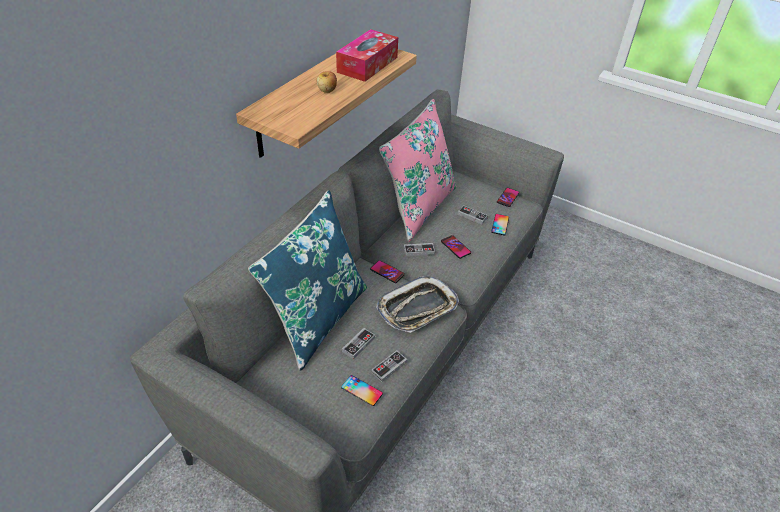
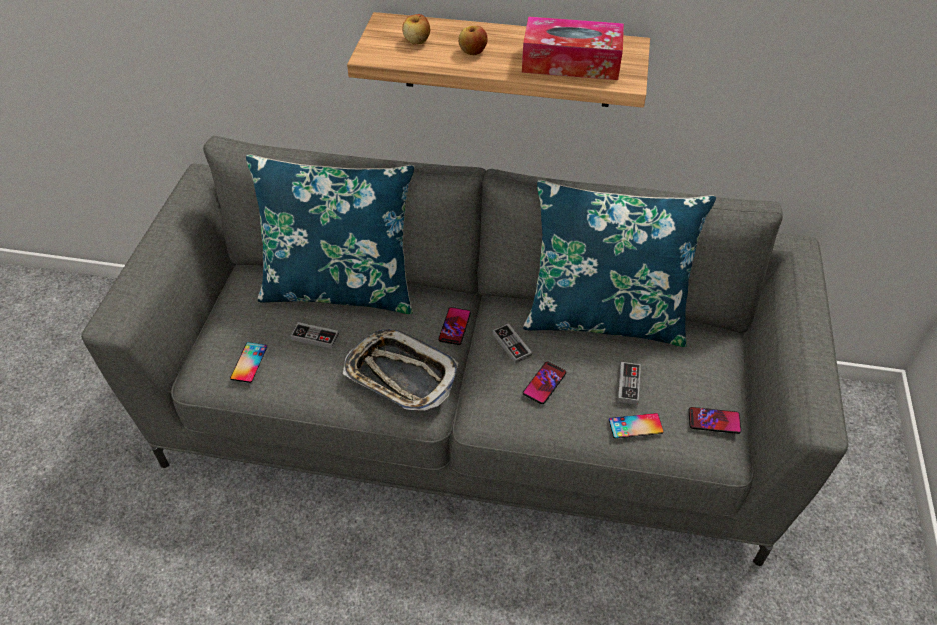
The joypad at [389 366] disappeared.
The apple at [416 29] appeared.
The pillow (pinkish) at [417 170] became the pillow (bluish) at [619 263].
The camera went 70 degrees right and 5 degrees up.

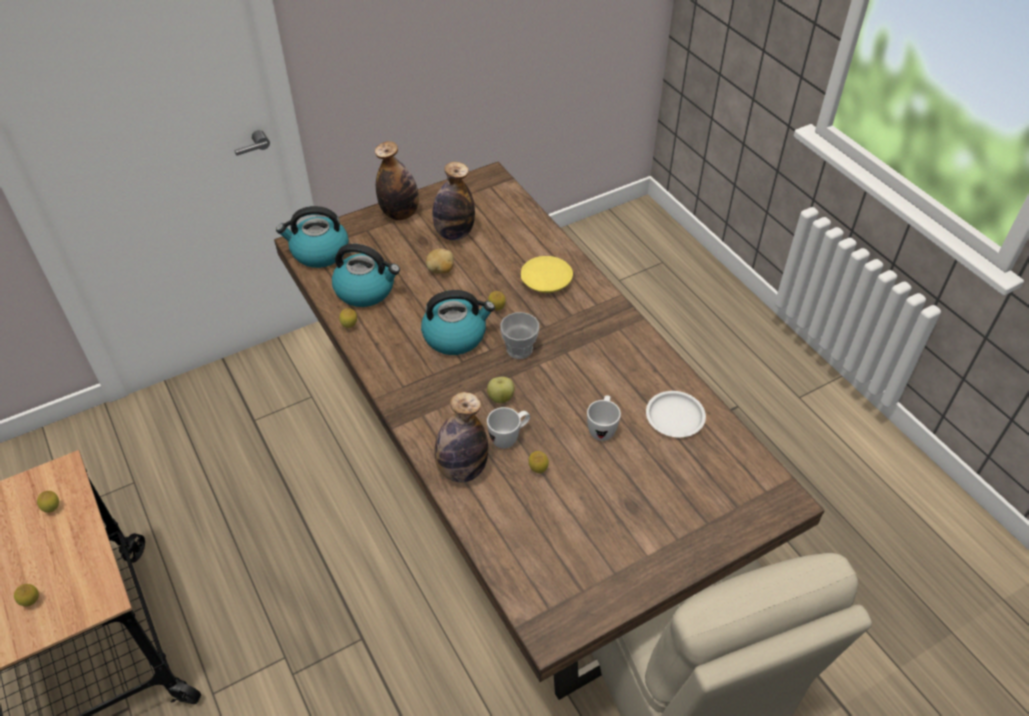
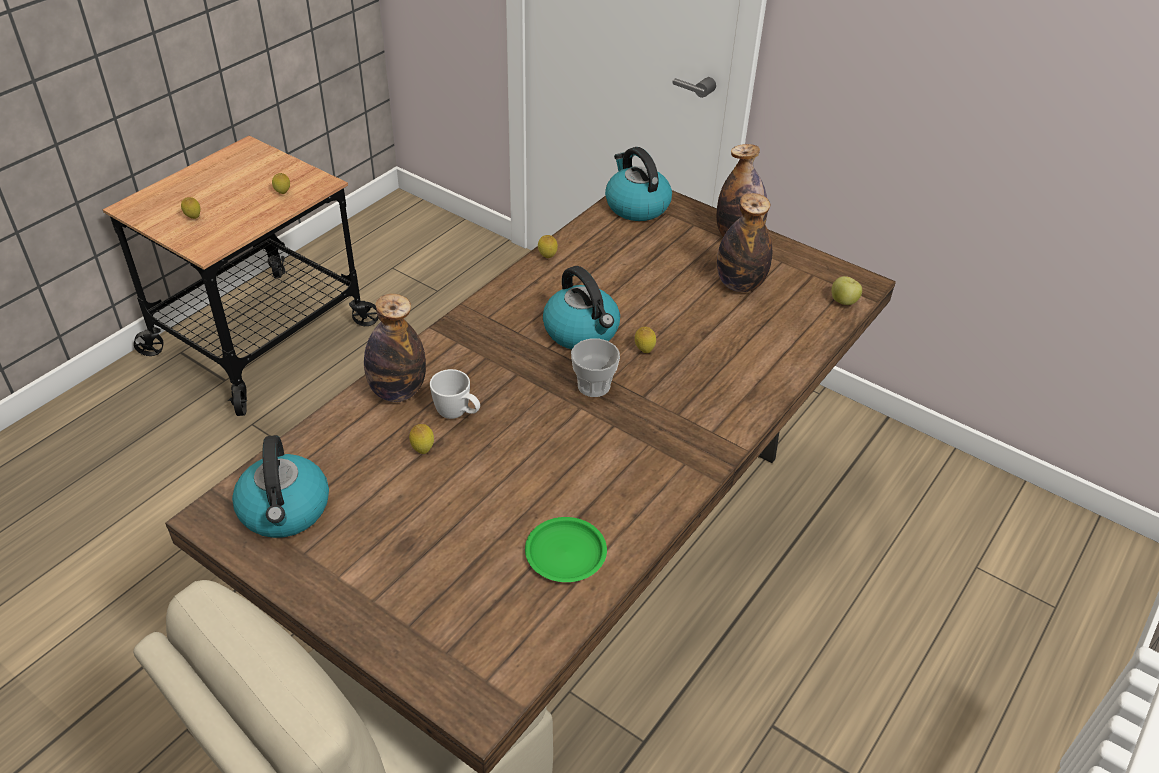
The spud at [440 261] disappeared.
The dinner plate (yellow-coloured) at [547 274] disappeared.
The coffee mug (white-coloured) at [604 418] disappeared.
The tea kettle moved from [366 275] to [280 486].
The apple moved from [500 390] to [847 290].
The dinner plate (white-coloured) at [676 414] became the dinner plate (green) at [566 549].
The camera went 65 degrees right and 5 degrees down.

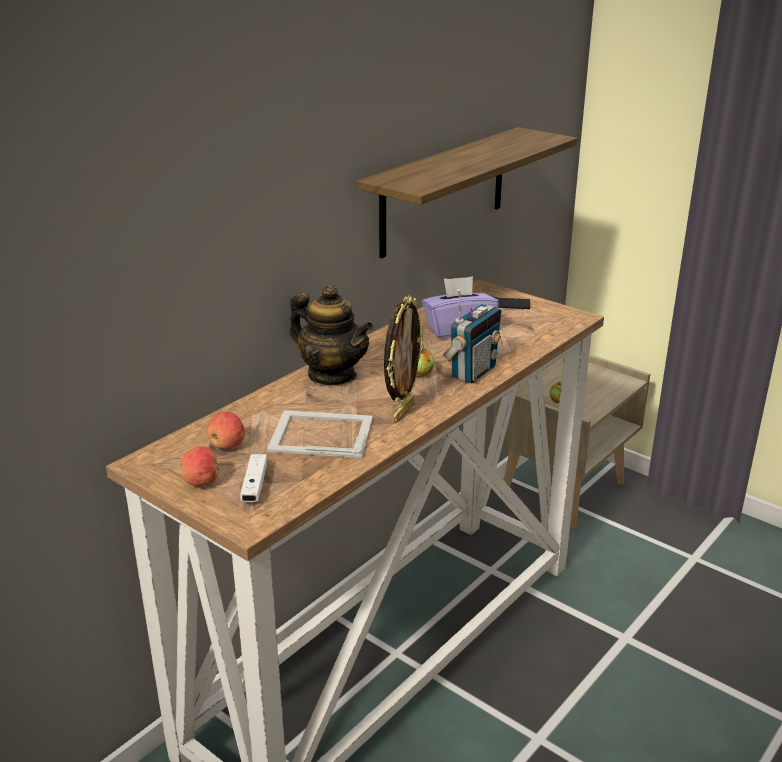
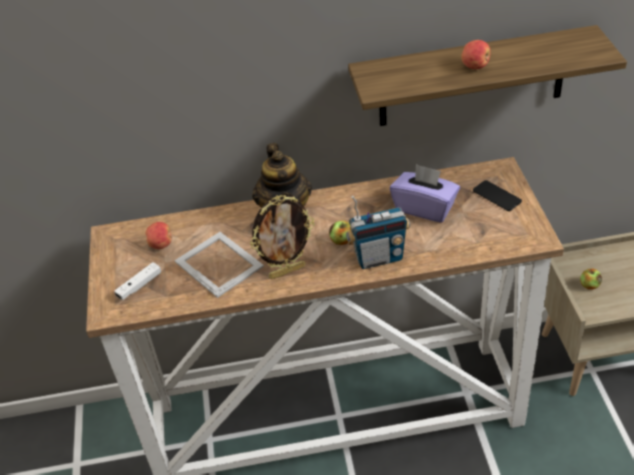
The apple moved from [199 466] to [476 54].
The camera went 45 degrees right and 15 degrees up.

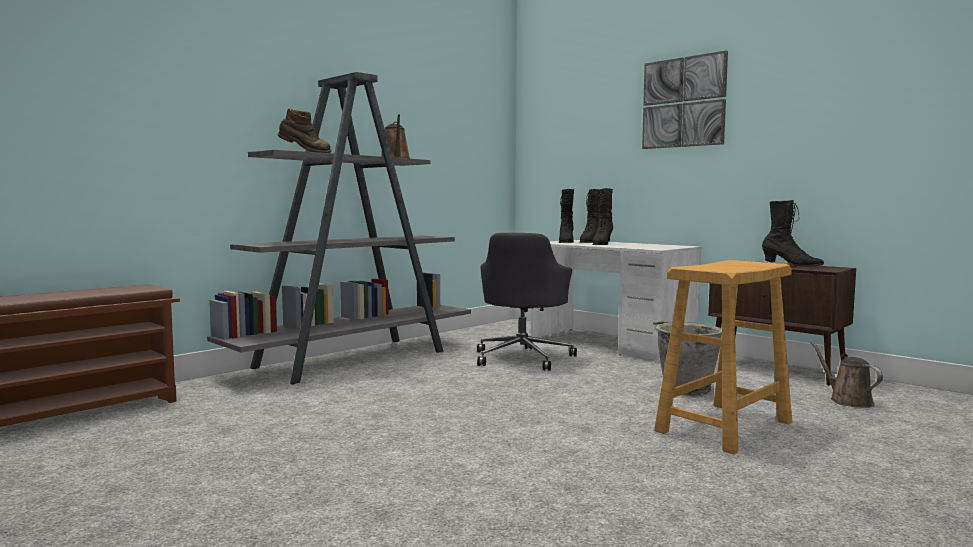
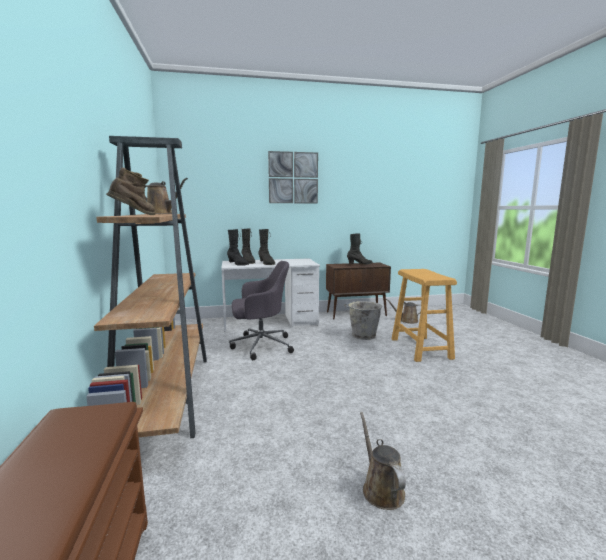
The watering can (brownish) at [383 461] appeared.
The bookshelf (greyish) at [339 228] became the bookshelf (brownish) at [146 287].
The computer chair (greyish) at [527 302] turned 60 degrees counterclockwise.
The camera went 55 degrees left and 5 degrees up.

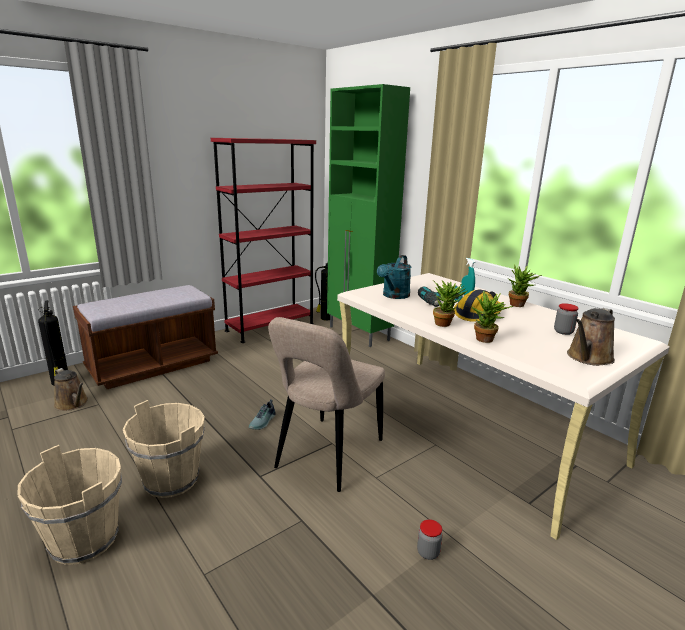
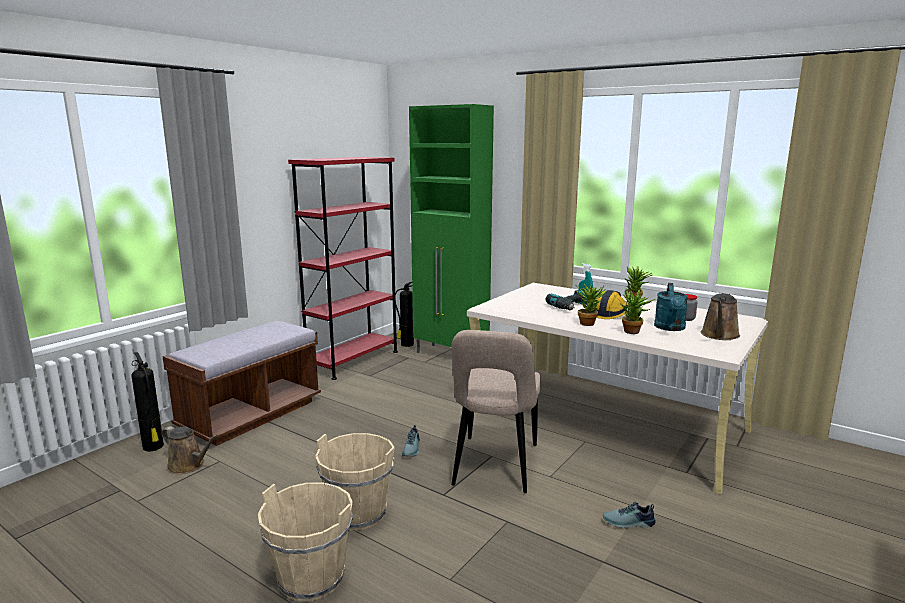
The watering can (blue-green) moved from [394 277] to [671 307].
The jar at [429 539] was replaced by the shoe at [629 514].
The camera went 15 degrees left and 5 degrees down.

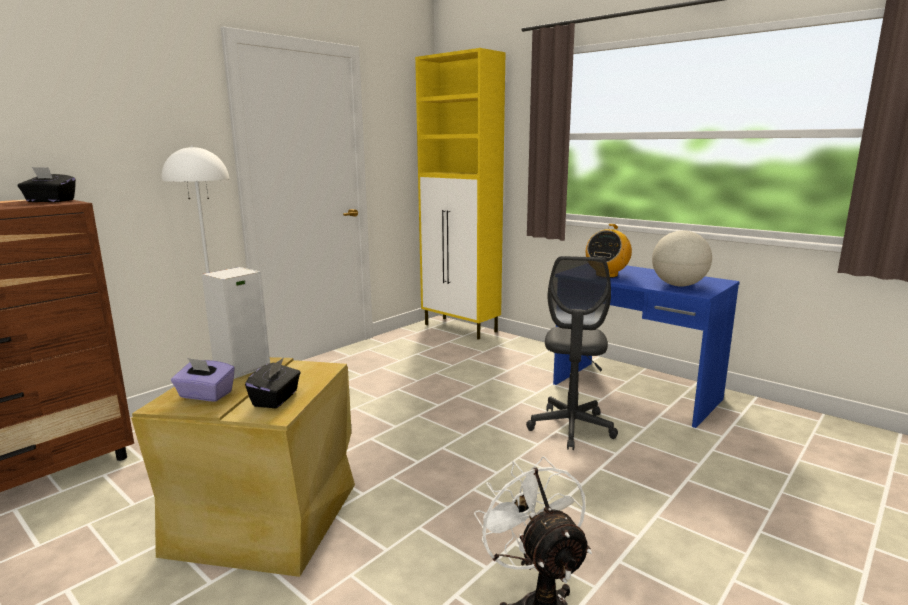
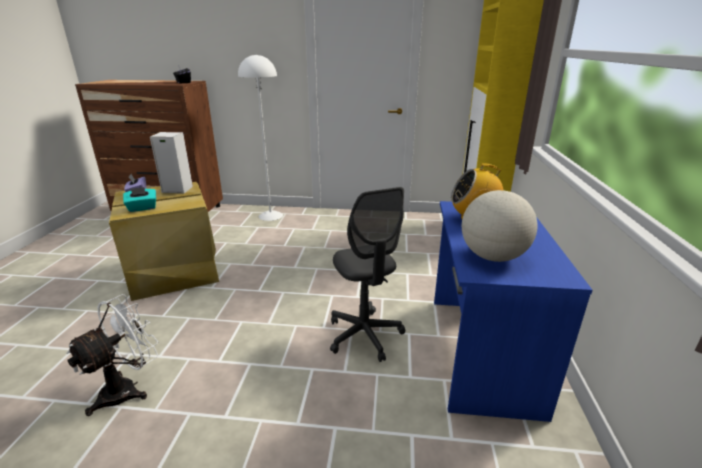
The tissue holder (blackish) at [273 383] became the tissue holder (blue-green) at [139 199].
The computer chair (greyish) at [572 353] turned 90 degrees counterclockwise.
The camera went 55 degrees right and 10 degrees up.

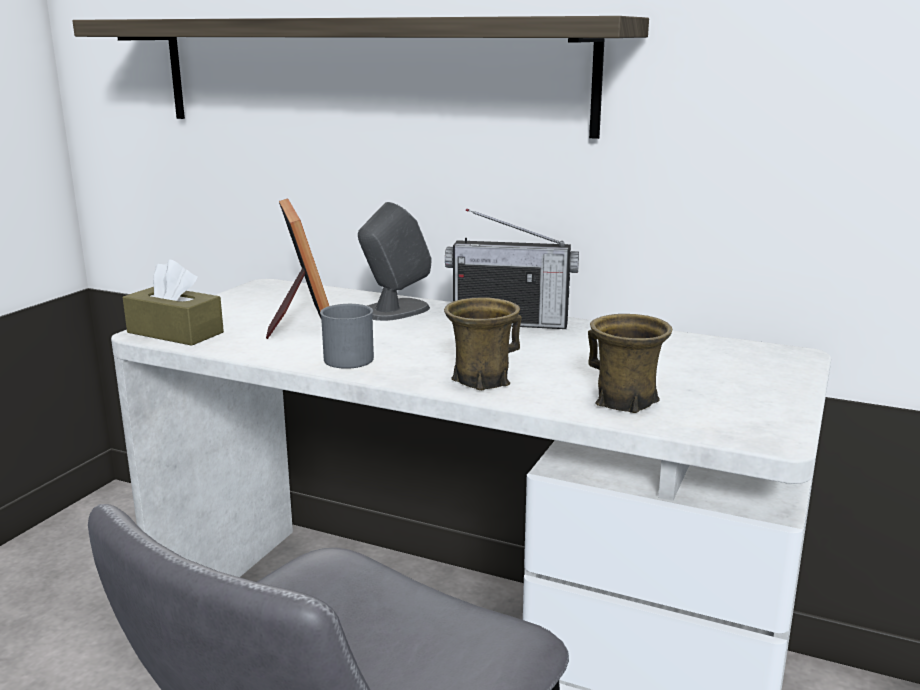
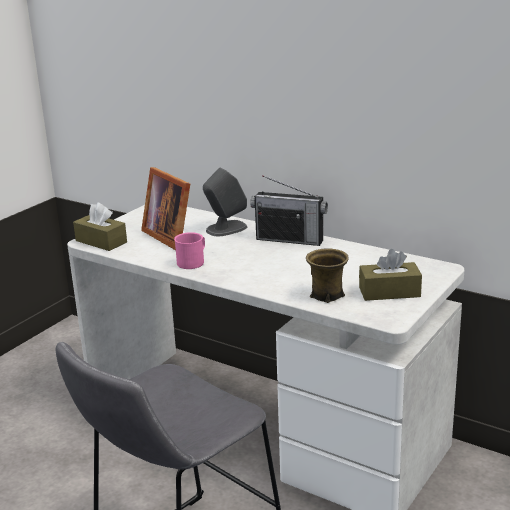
The wall shelf at [361 77] disappeared.
The coffee mug (brownish) at [482 343] disappeared.
The tissue holder (brownish) at [390 275] appeared.
The coffee mug (greyish) at [347 336] became the coffee mug (pinkish) at [189 250].
The picture frame at [297 268] turned 150 degrees clockwise.
The camera went 10 degrees right and 5 degrees up.

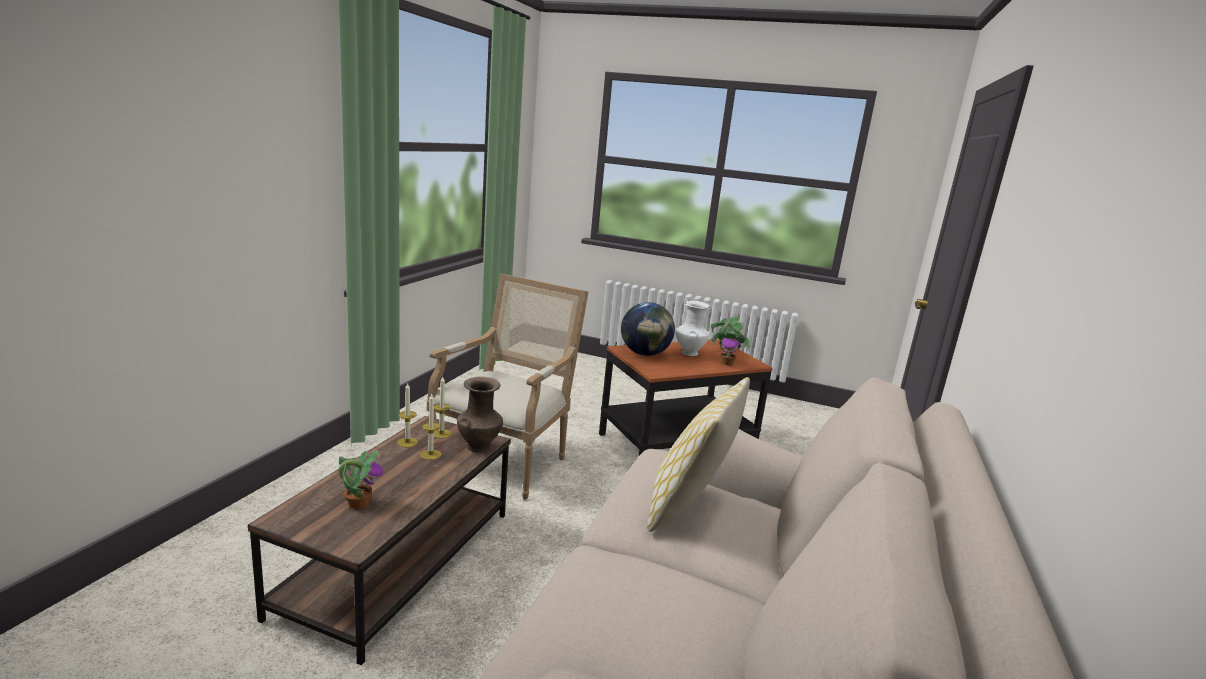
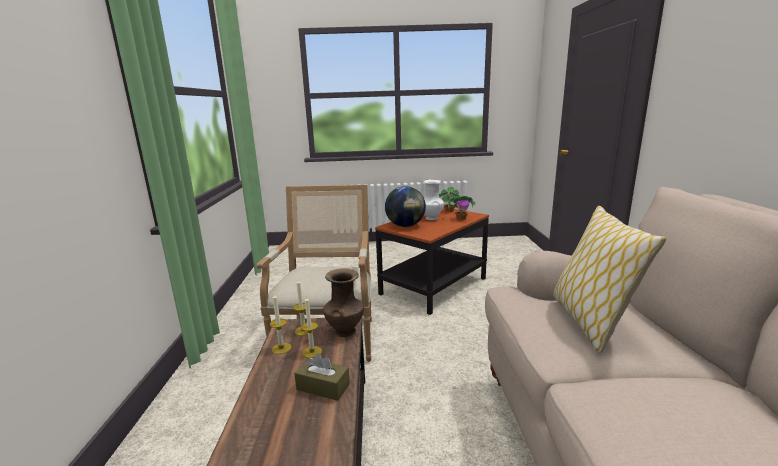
The potted plant at [360 479] disappeared.
The tissue holder (brownish) at [322 377] appeared.
The camera went 20 degrees left and 0 degrees up.

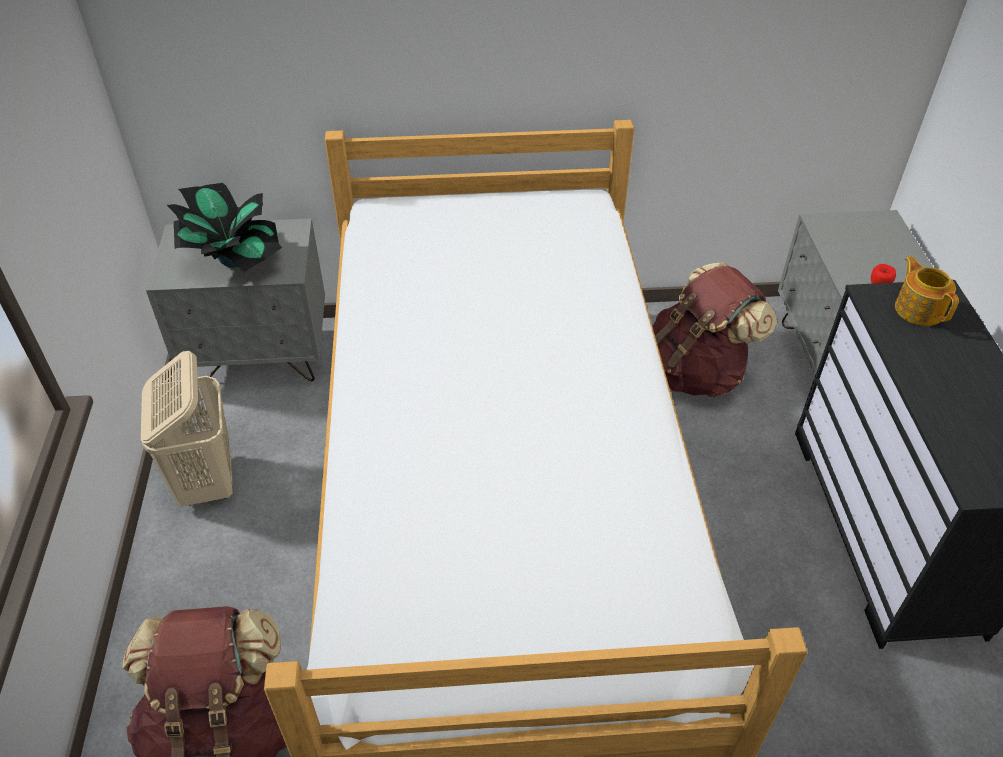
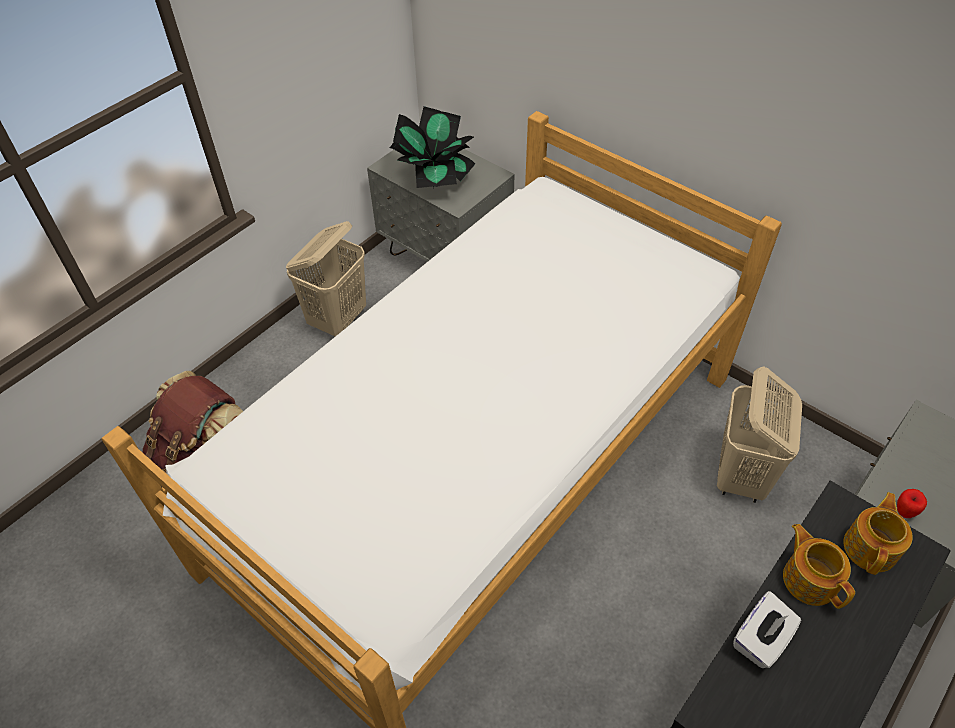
The tissue holder (white-coloured) at [767 629] appeared.
The tea pot at [819 566] appeared.
The rucksack (brownish) at [715 330] was replaced by the laundry basket (beige) at [759 434].
The camera went 45 degrees right and 5 degrees up.

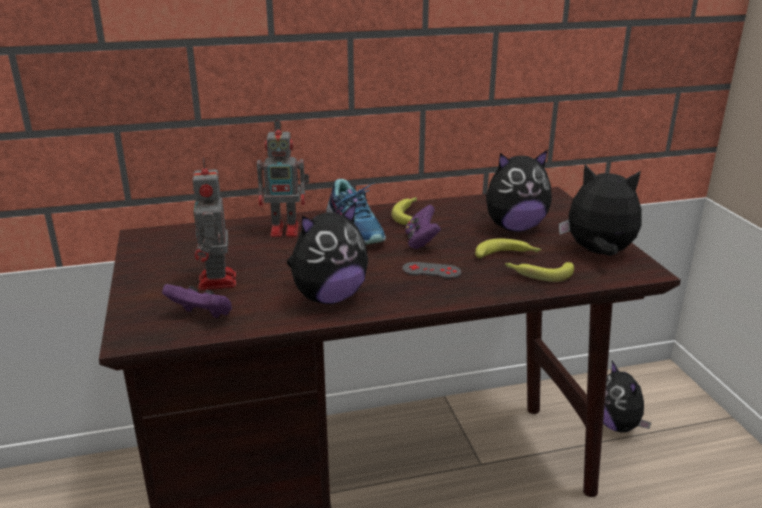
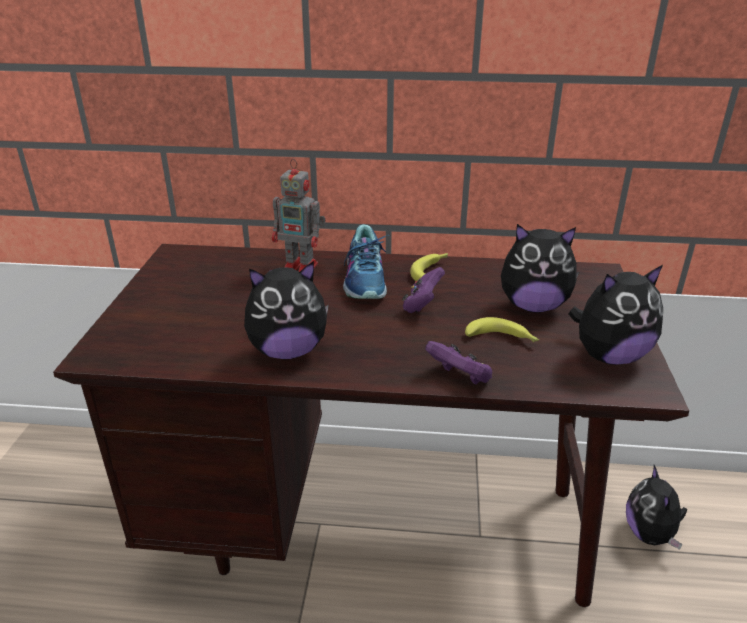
The robot figure at [214 223] disappeared.
The joypad (greyish) at [431 270] disappeared.
The banana fruit at [539 272] disappeared.
The joypad (purplish) moved from [197 301] to [458 363].
The plush toy at [600 210] turned 120 degrees clockwise.
The camera went 20 degrees right and 5 degrees up.

